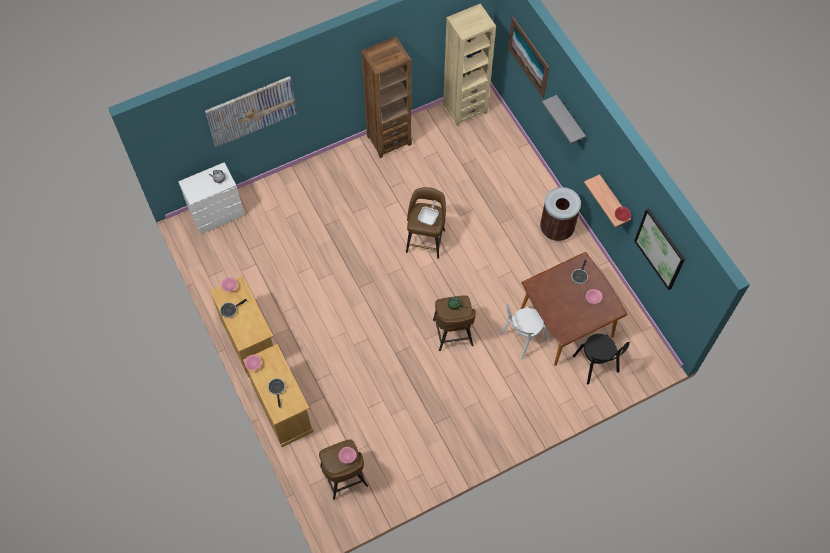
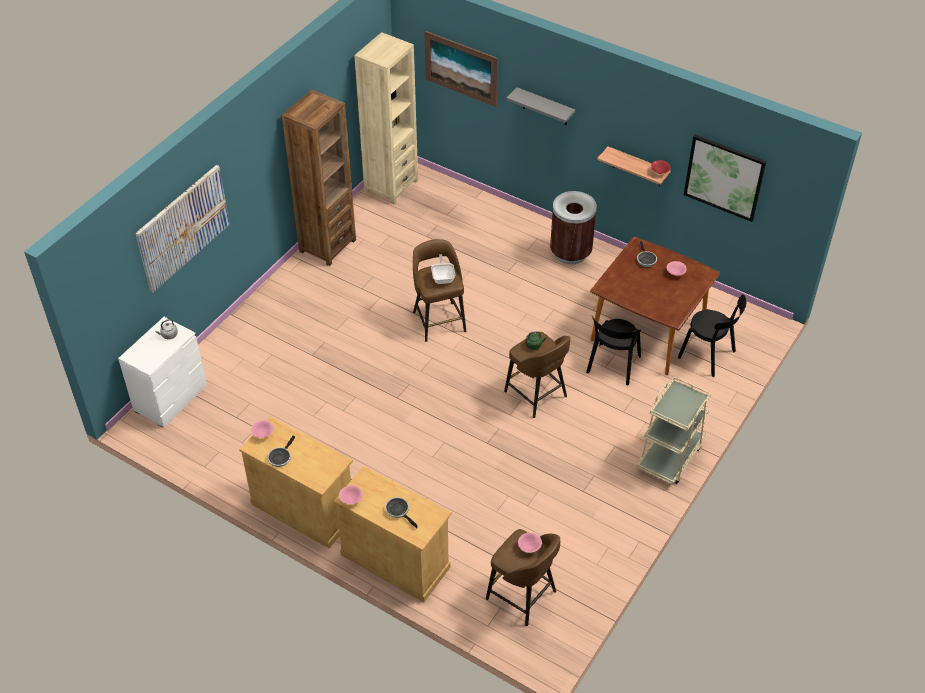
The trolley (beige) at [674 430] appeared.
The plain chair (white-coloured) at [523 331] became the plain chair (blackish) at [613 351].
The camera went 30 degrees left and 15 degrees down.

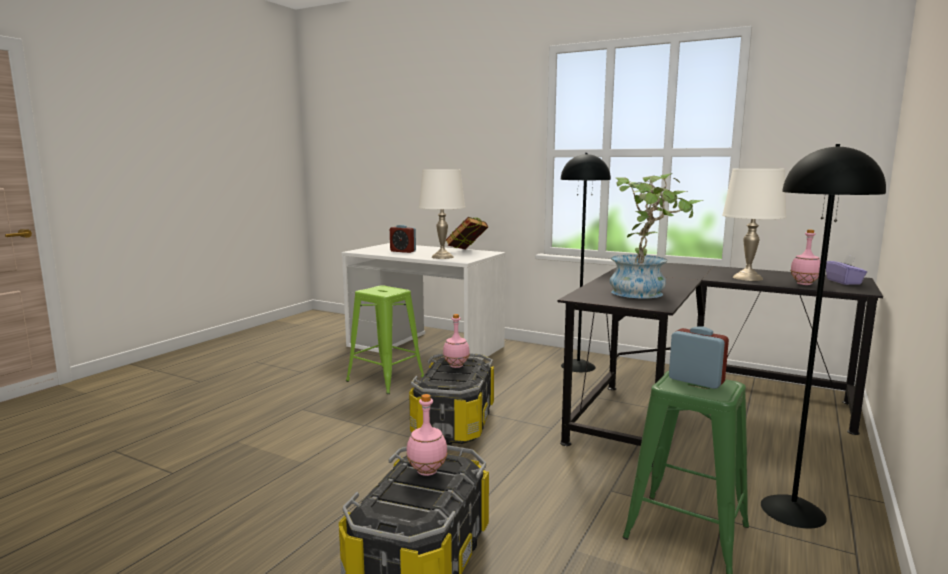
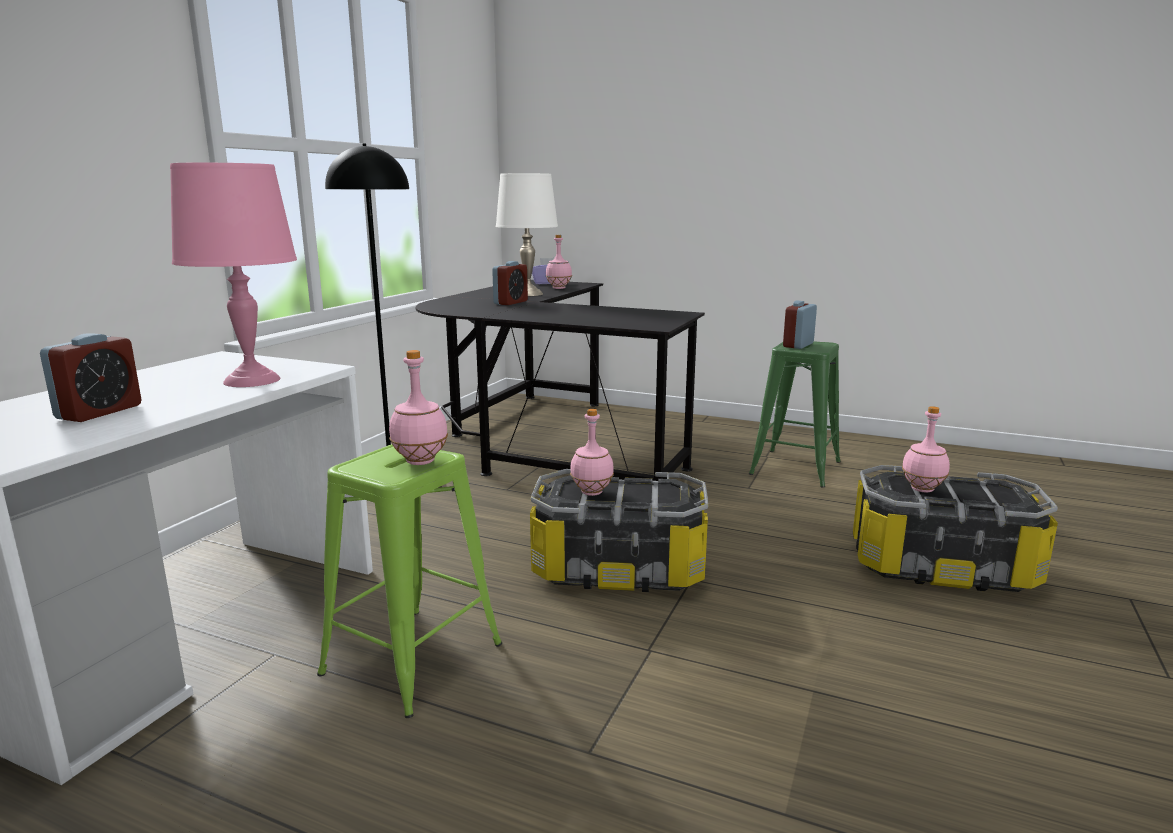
The bound book at [467 233] disappeared.
The potted plant at [657 235] disappeared.
The standing lamp (blackish) at [823 336] disappeared.
The bottle (pinkish) at [418 407] appeared.
The bedside clock at [510 283] appeared.
The lamp for a table (white-coloured) at [442 214] became the lamp for a table (pinkish) at [233 275].
The camera went 95 degrees left and 5 degrees up.

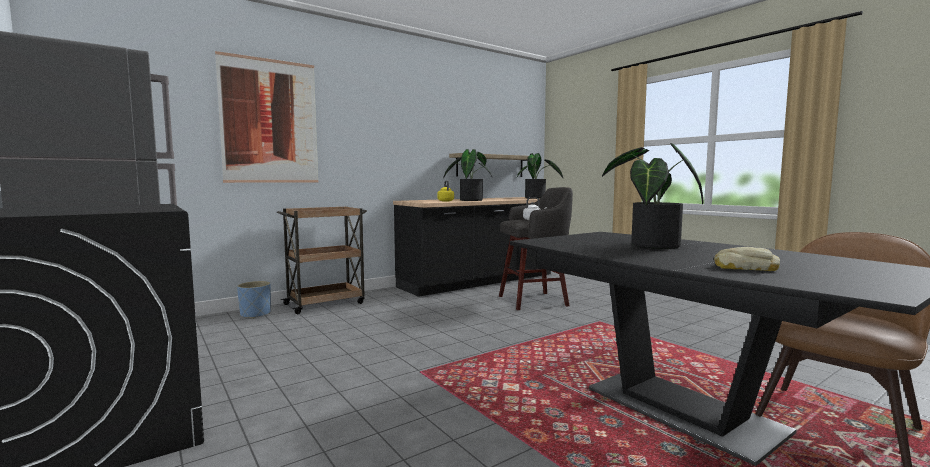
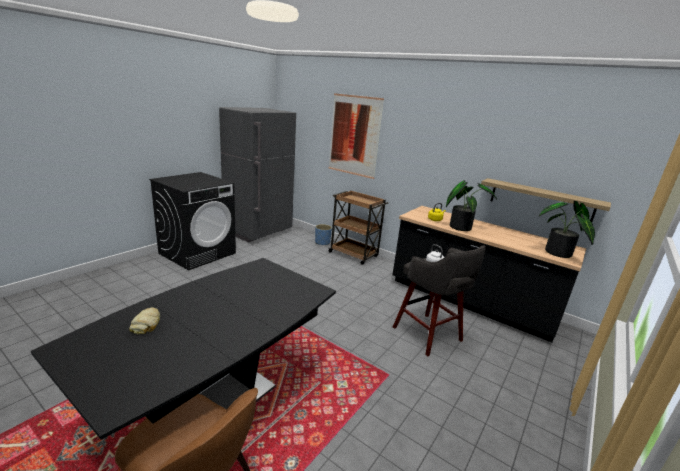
The potted plant at [653 196] disappeared.
The camera went 70 degrees right and 15 degrees up.

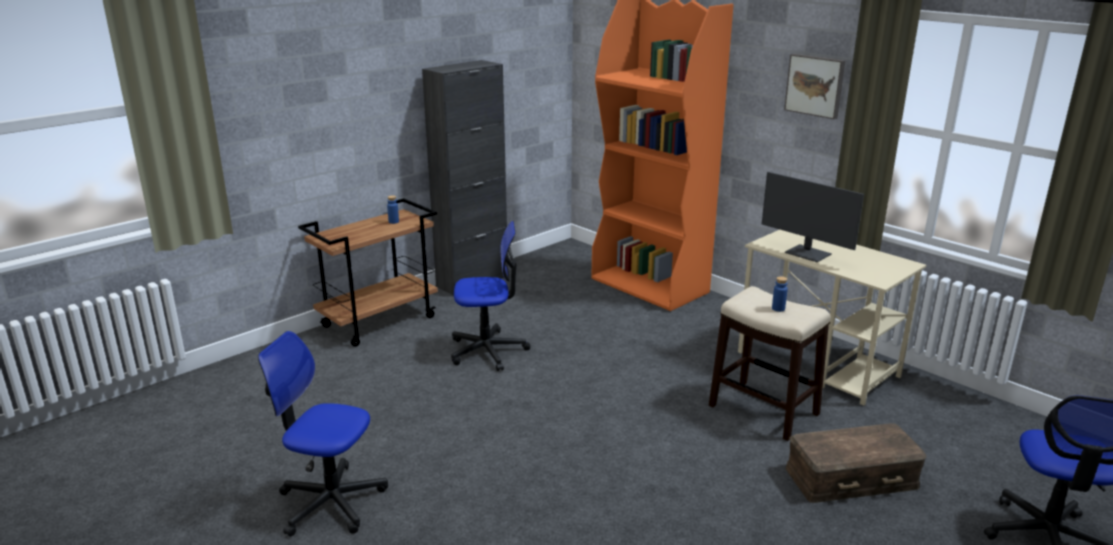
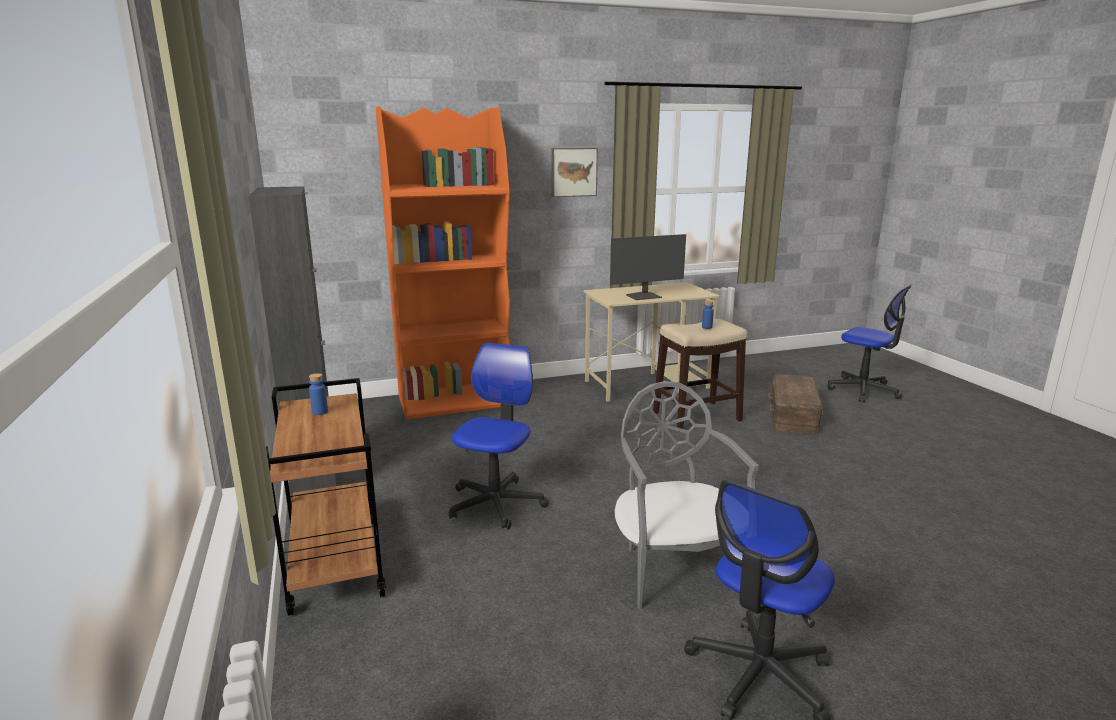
The plain chair (greyish) at [687 495] appeared.
The camera went 65 degrees left and 5 degrees down.

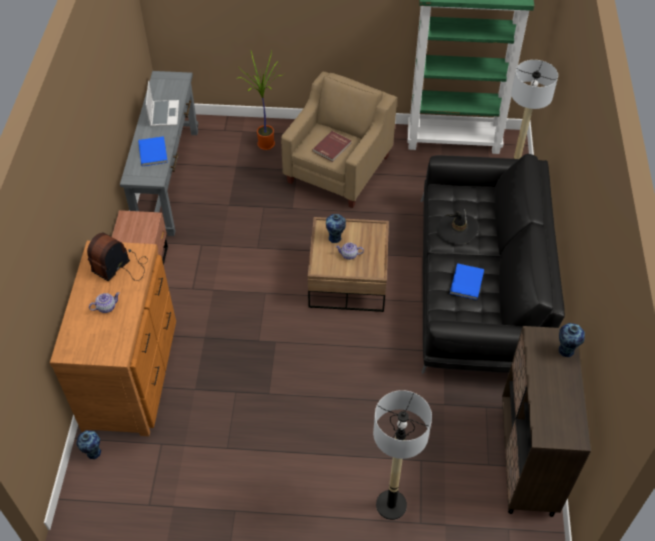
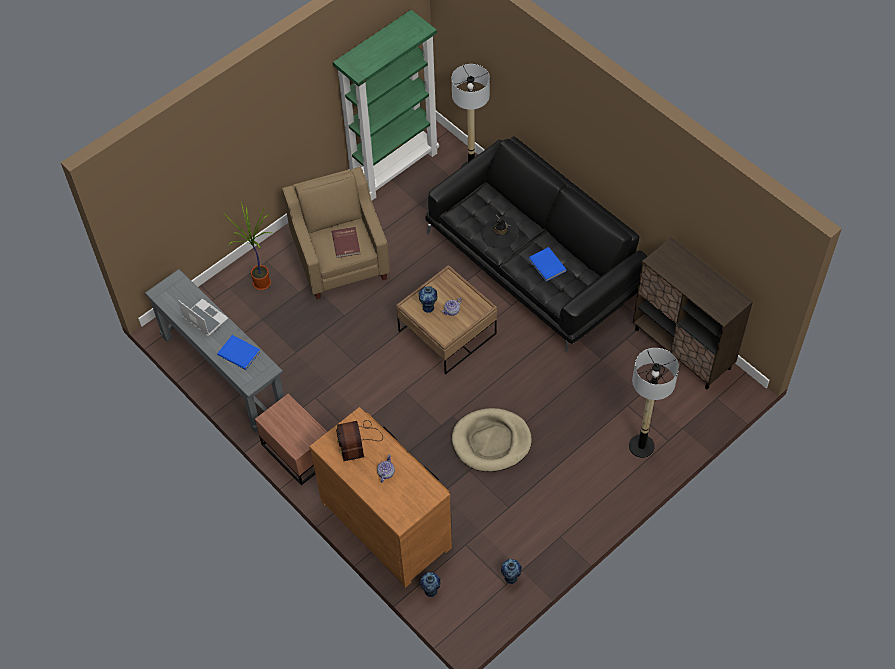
The dog cushion (beige) at [492 440] appeared.
The decorative vase moved from [572 340] to [511 571].
The camera went 45 degrees left and 5 degrees up.

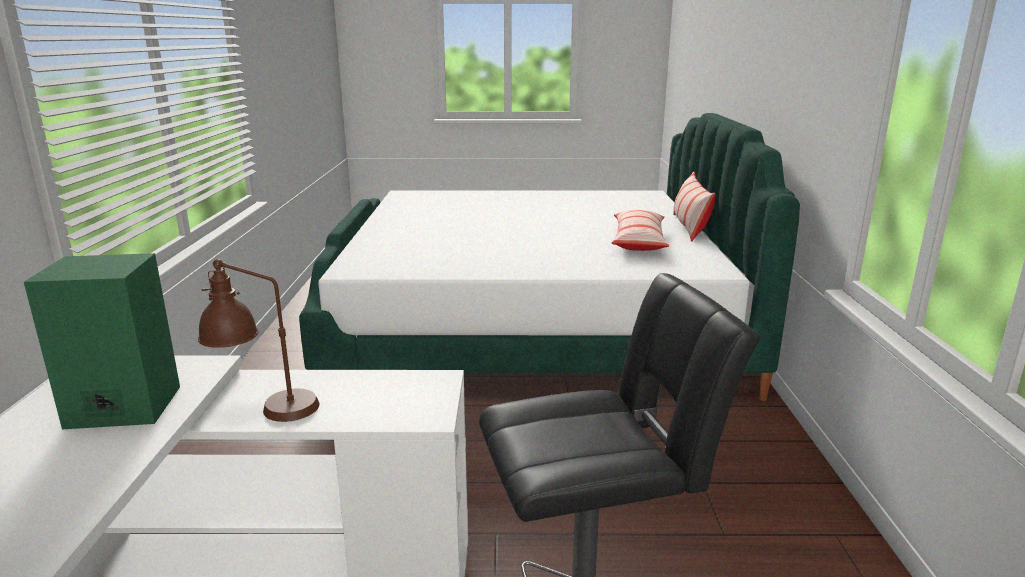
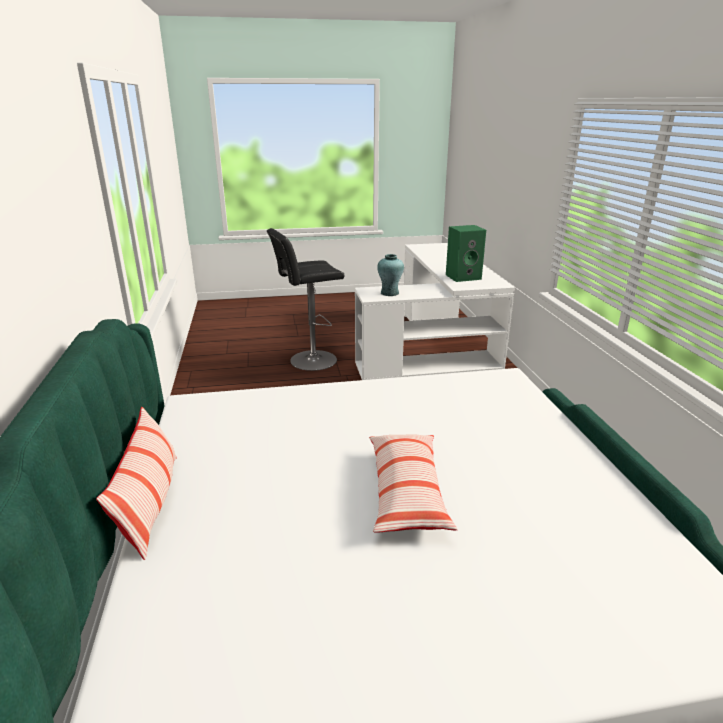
The lamp for a table (brownish) at [258 340] disappeared.
The decorative vase (blue-green) at [390 275] appeared.
The pillow moved from [640 230] to [413 483].
The camera went 170 degrees right and 5 degrees up.

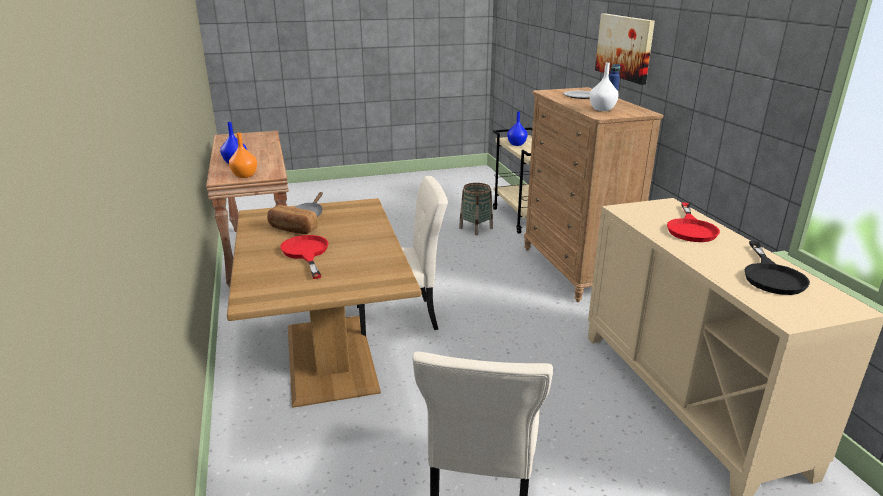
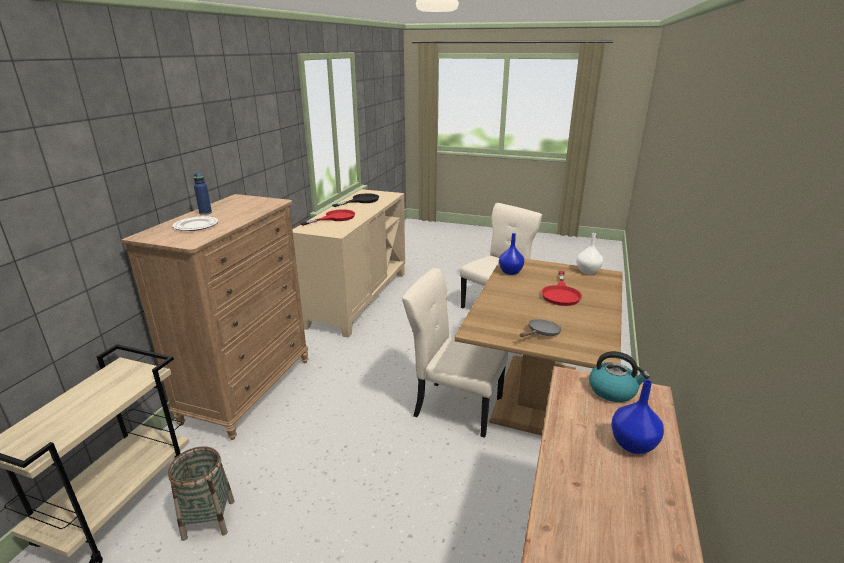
The bread at [292 219] disappeared.
The wall picture at [625 49] disappeared.
The decorative vase (bluish) moved from [517 128] to [511 254].
The decorative vase (white-coloured) moved from [604 86] to [590 253].
The decorative vase (orange) at [243 155] was replaced by the tea kettle at [619 376].
The camera went 145 degrees left and 0 degrees up.

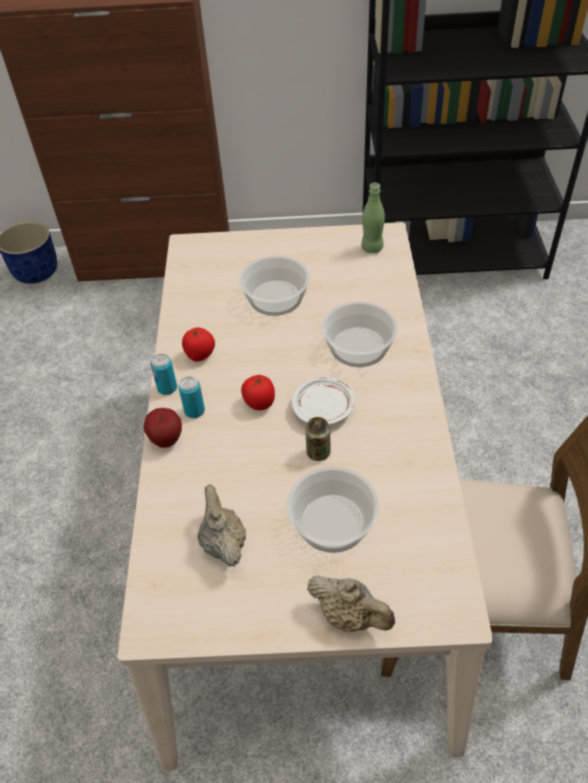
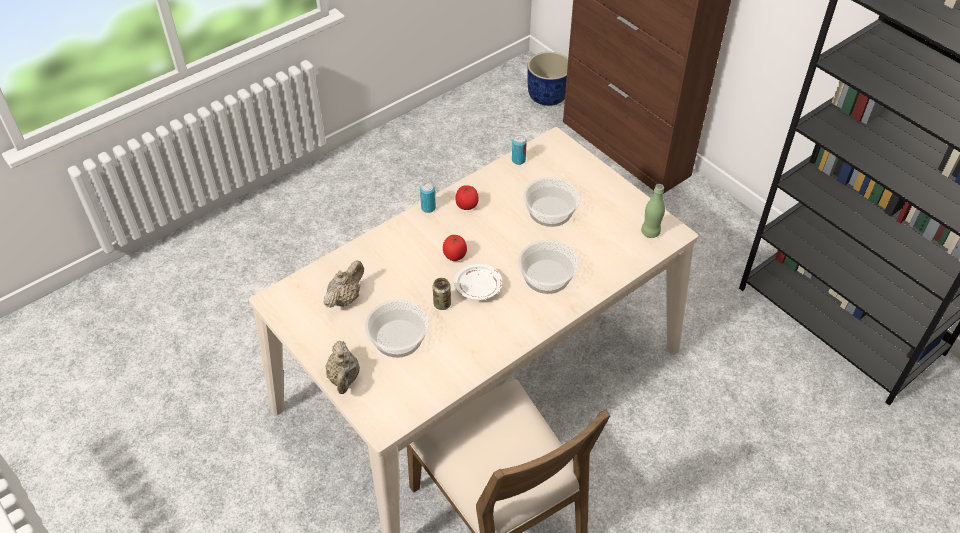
The apple at [163 428] disappeared.
The metal can moved from [191 397] to [519 150].
The camera went 50 degrees right and 0 degrees up.

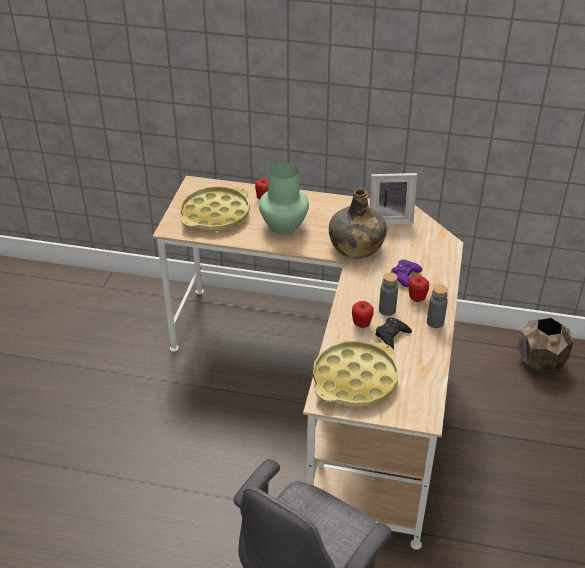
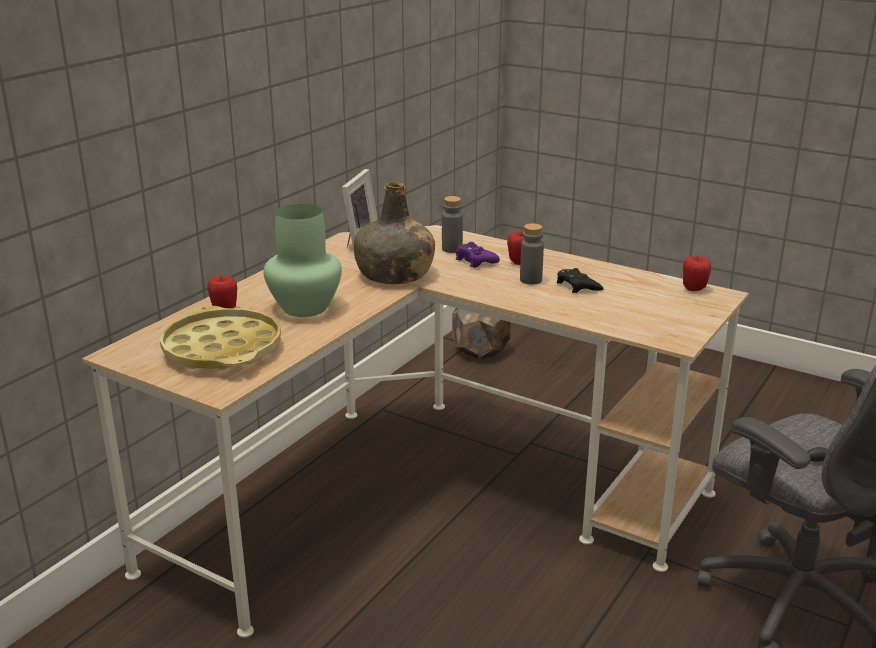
The carrying tray (yellow-coloured) at [355 374] disappeared.
The apple moved from [363 314] to [697 273].
The bottle (greyish) moved from [437 306] to [452 224].
The camera went 70 degrees left and 15 degrees down.

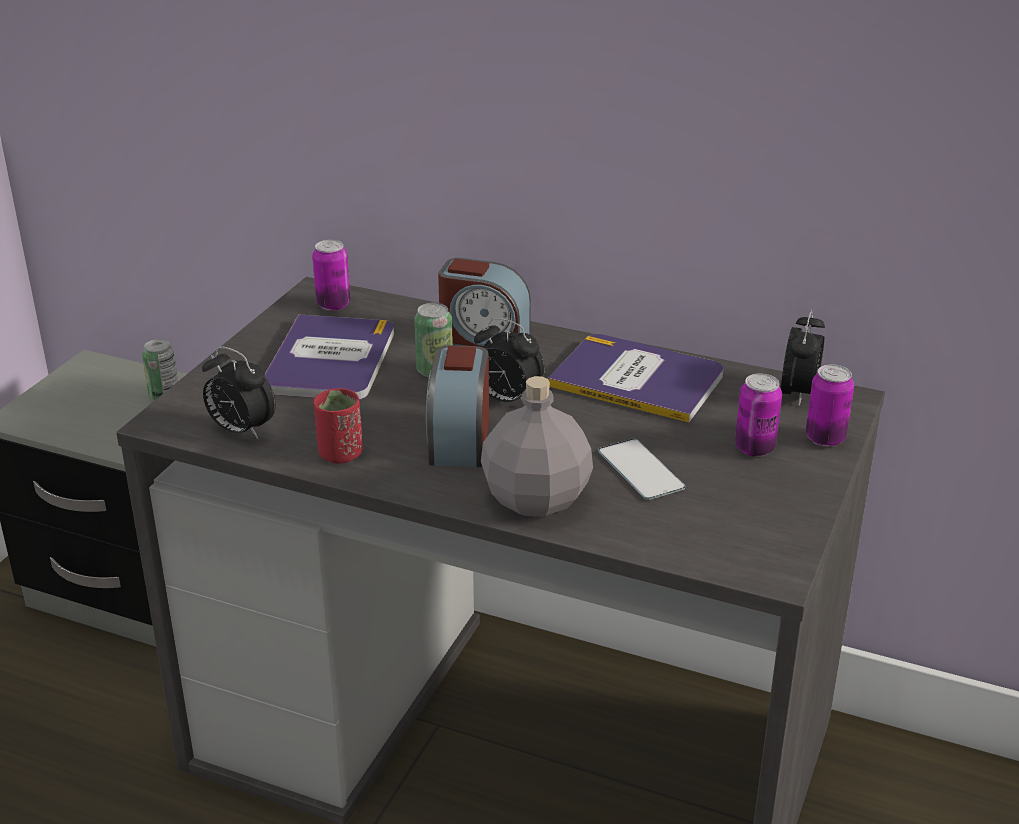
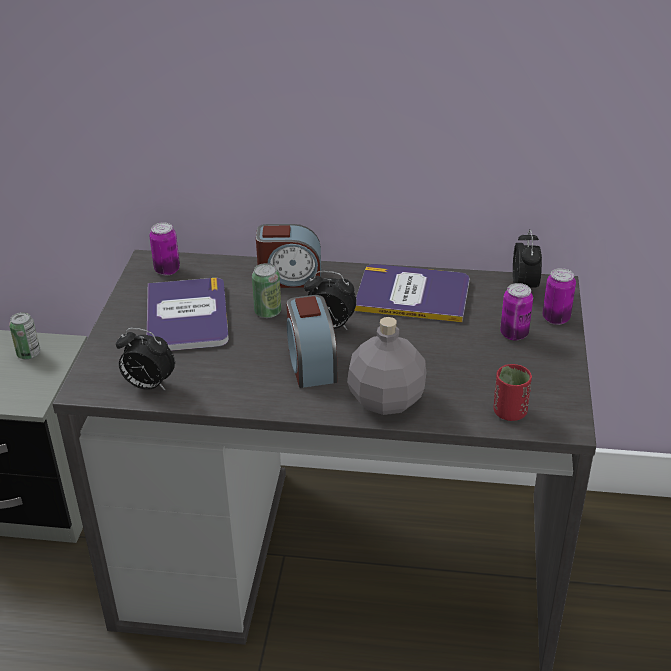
The telephone at [641 469] disappeared.
The drinking cup (red) moved from [338 426] to [513 392].
The camera went 15 degrees left and 5 degrees up.

